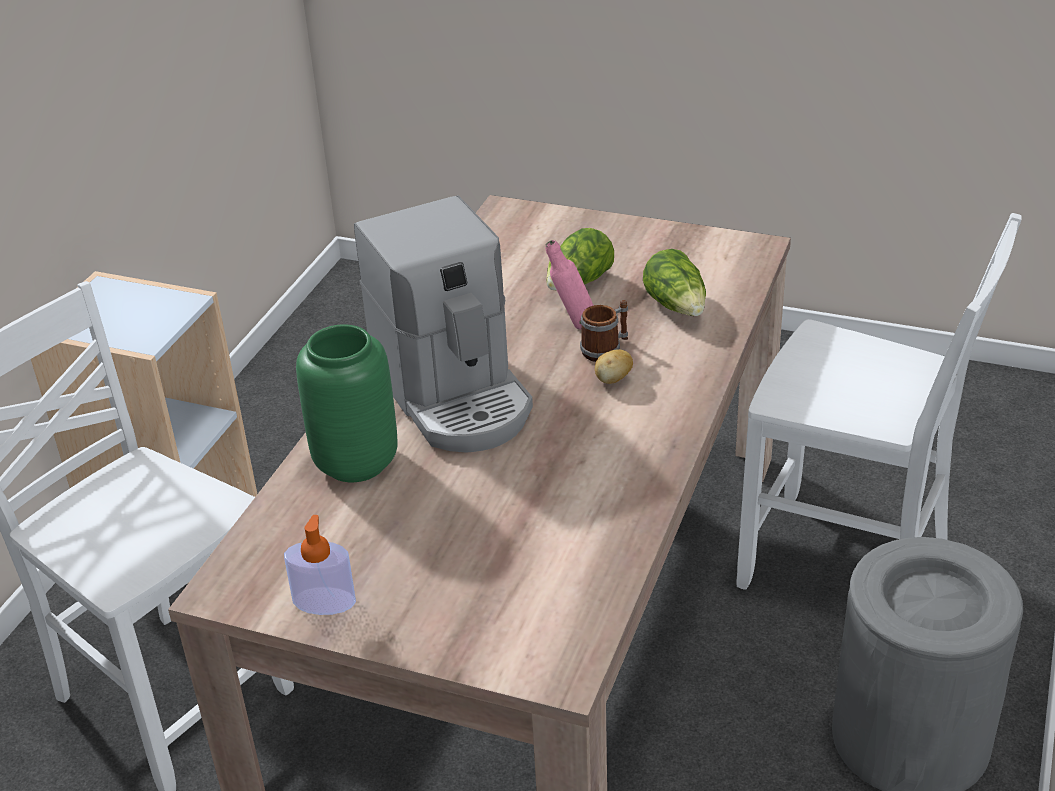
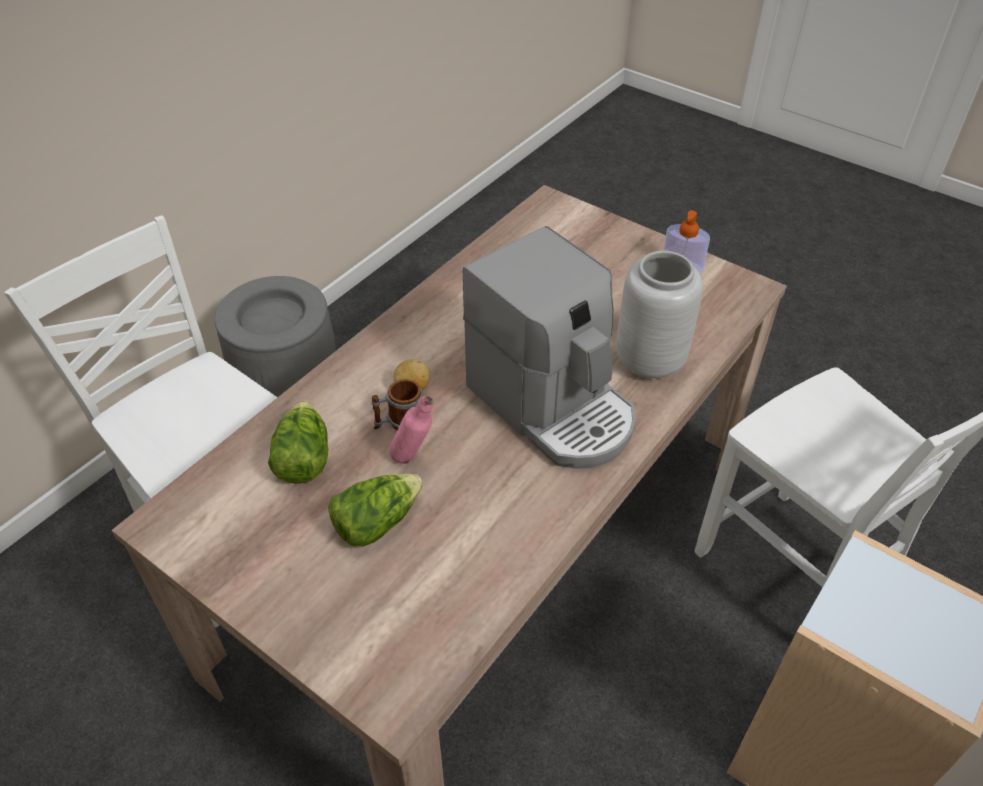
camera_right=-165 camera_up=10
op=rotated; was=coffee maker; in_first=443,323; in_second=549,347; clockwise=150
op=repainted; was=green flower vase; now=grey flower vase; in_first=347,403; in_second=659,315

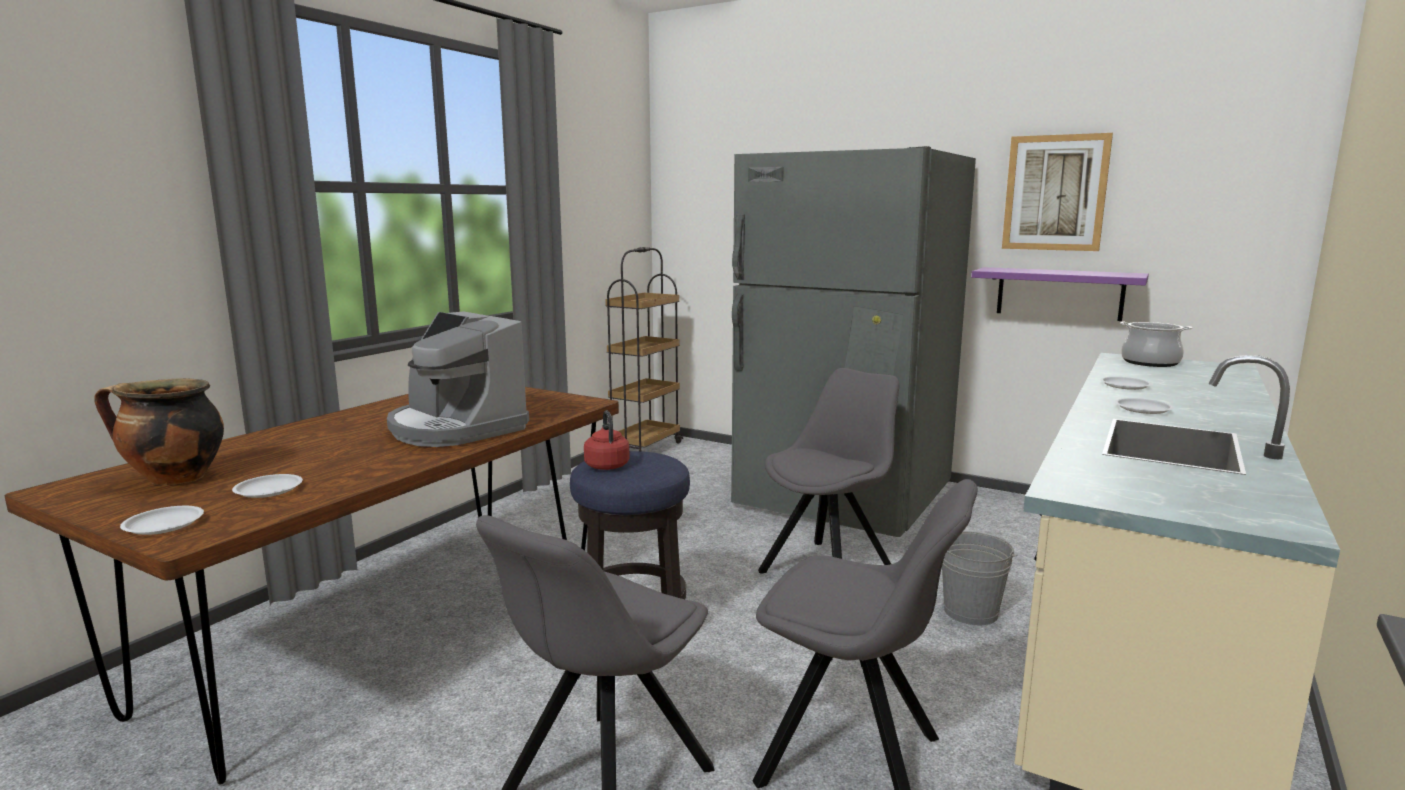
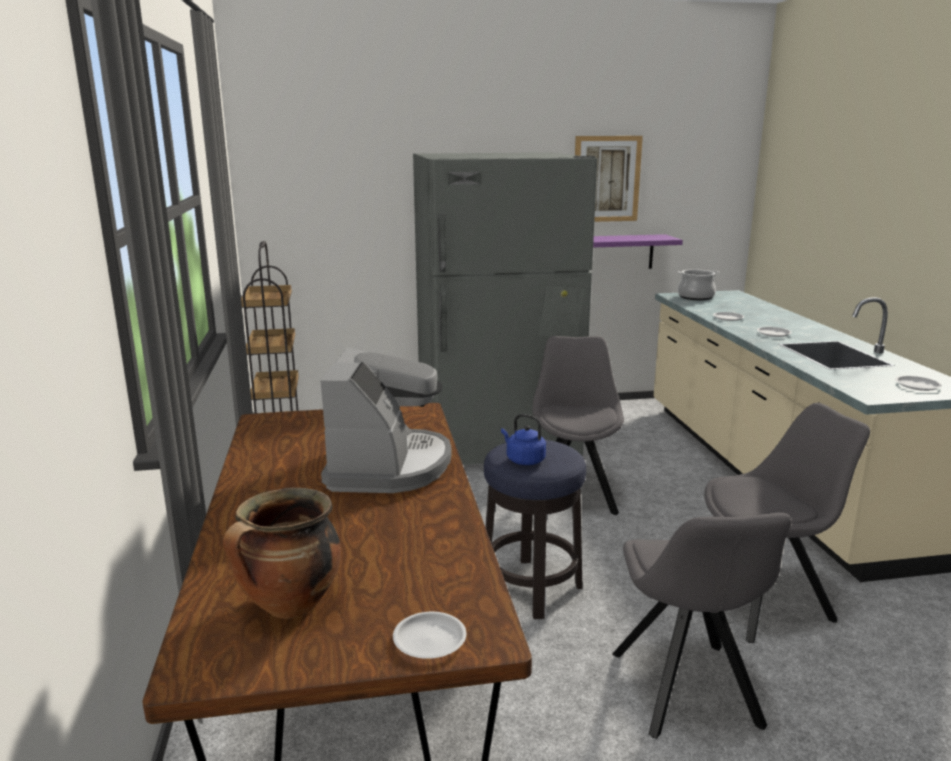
camera_right=-40 camera_up=5
op=rotated; was=coffee maker; in_first=458,379; in_second=386,420; clockwise=-90
op=repainted; was=reddish kettle; now=bluish kettle; in_first=607,440; in_second=523,439
op=shifted; was=white plate; in_first=267,486; in_second=918,383
op=gone; was=grey pail; in_first=980,578

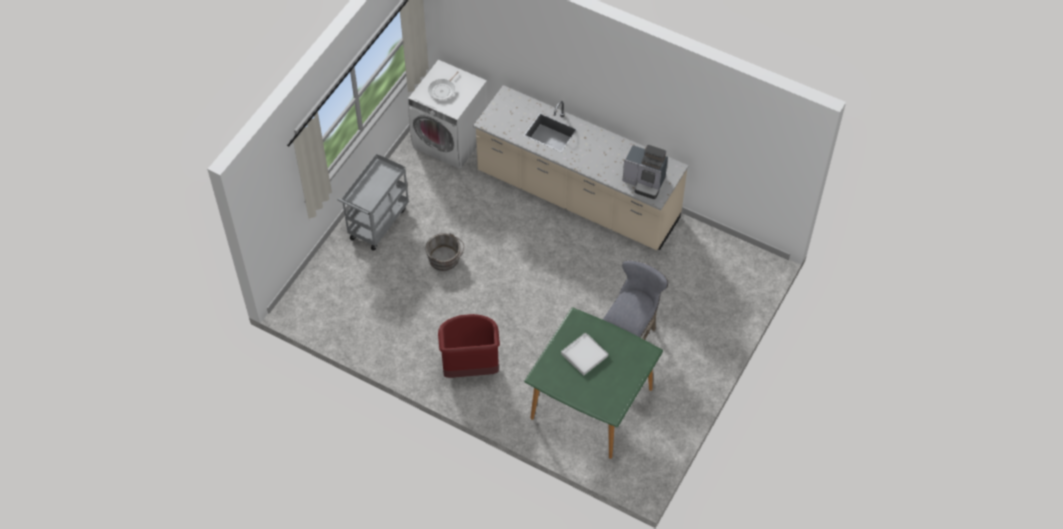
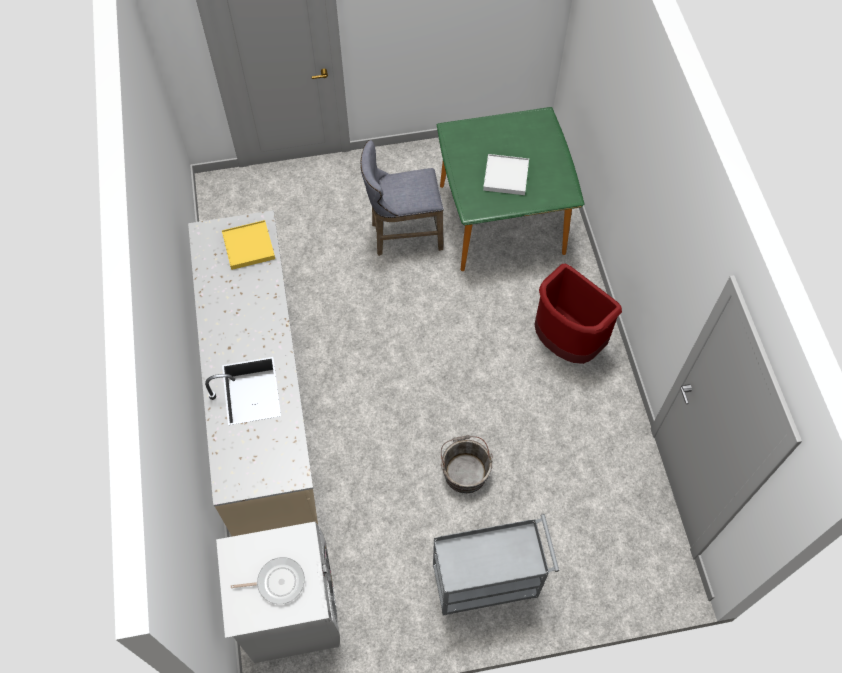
camera_right=-130 camera_up=5
op=swapped; was=coffee maker; now=yellow-coloured tray; in_first=645,172; in_second=248,245

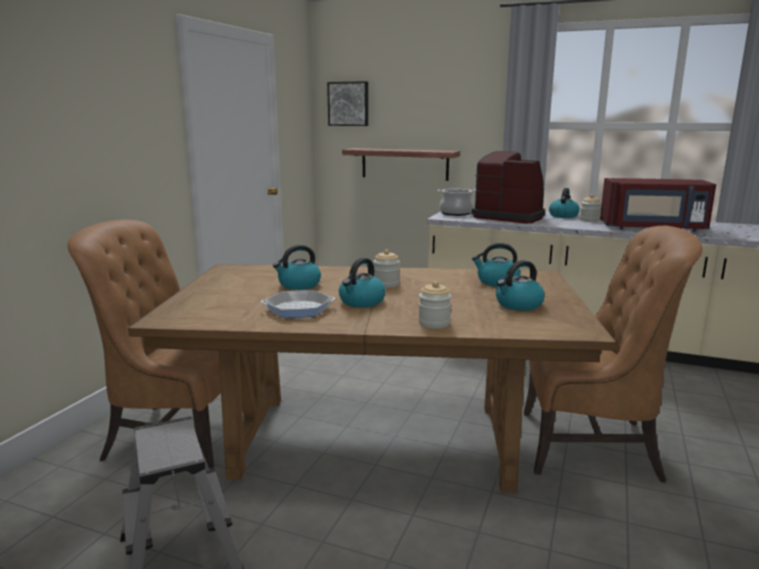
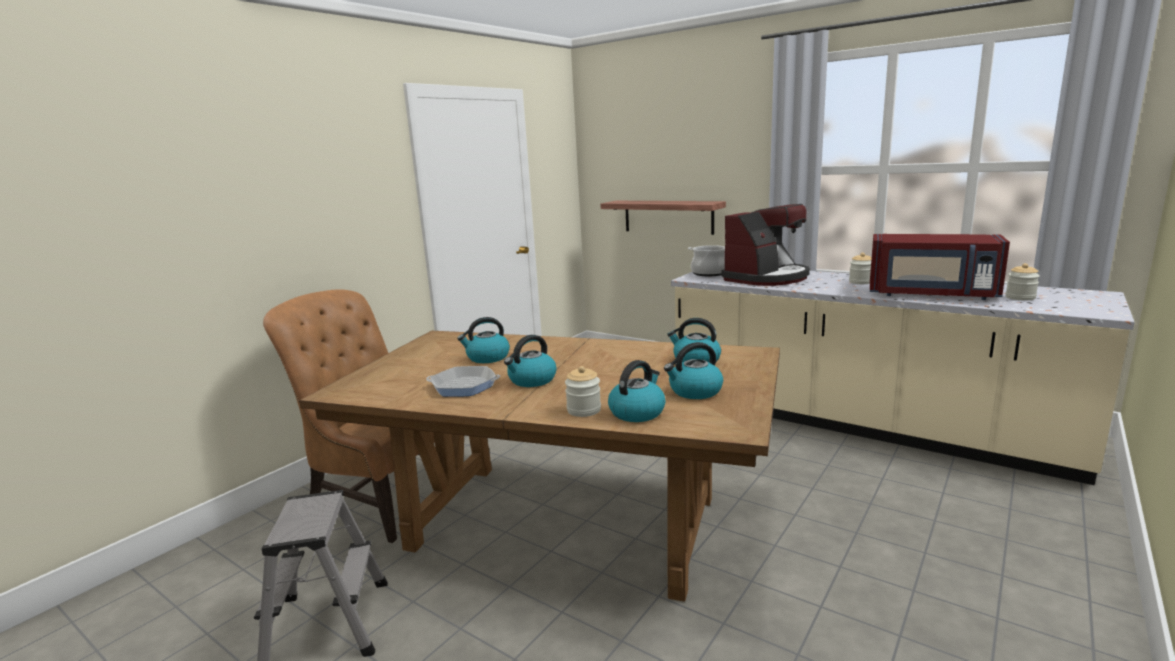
camera_right=15 camera_up=0
op=gone; was=wall art; in_first=347,103
op=rotated; was=coffee maker; in_first=508,187; in_second=766,245; clockwise=90
op=shifted; was=kettle; in_first=564,203; in_second=636,391
op=gone; was=brown plain chair; in_first=613,354
op=shifted; was=storage jar; in_first=386,269; in_second=1023,282

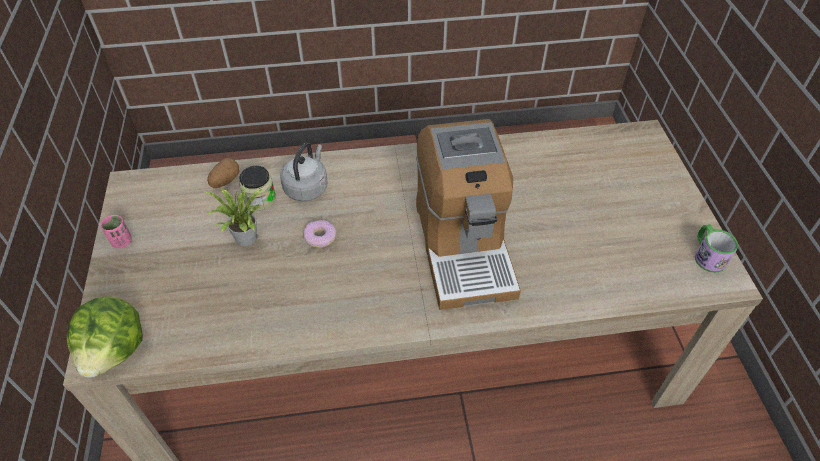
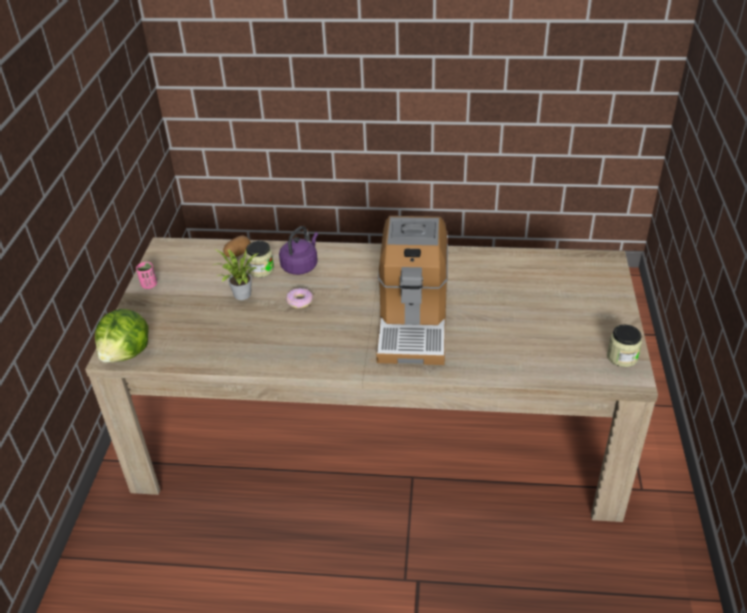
camera_right=15 camera_up=-10
op=repainted; was=grey kettle; now=purple kettle; in_first=304,171; in_second=298,250
op=swapped; was=tea mug; now=storage jar; in_first=716,248; in_second=624,346

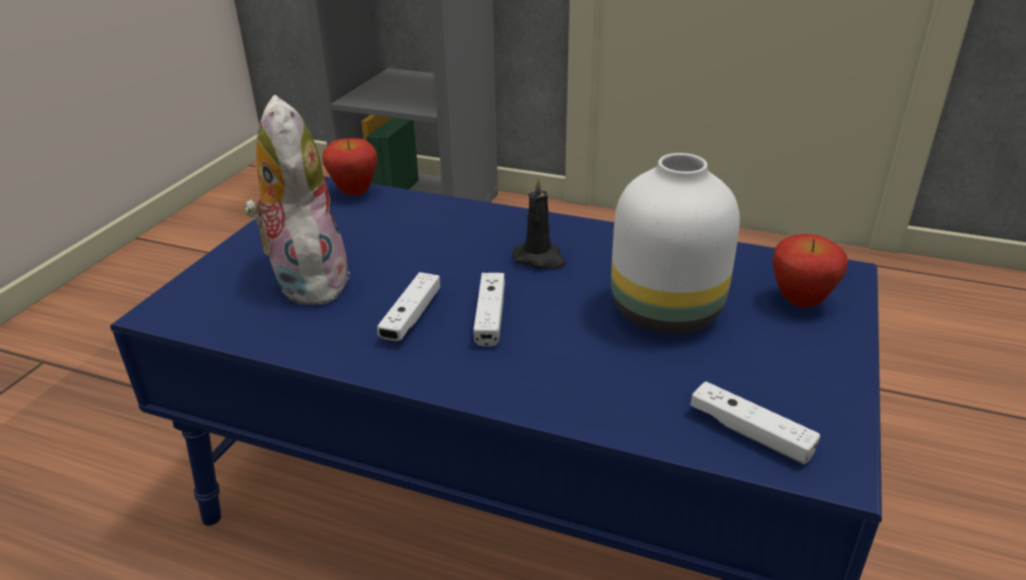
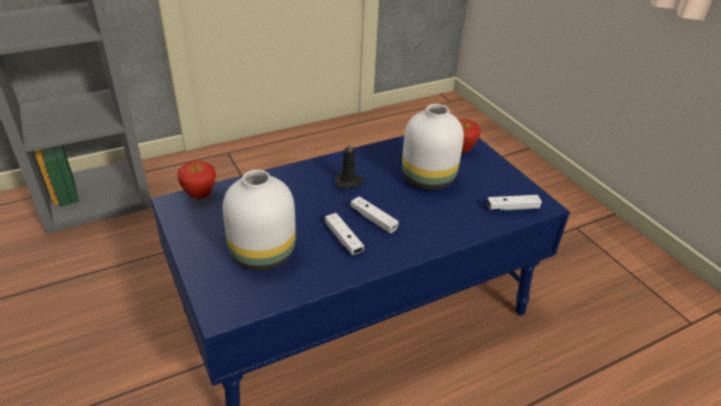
camera_right=-50 camera_up=5
op=swapped; was=cuddly toy; now=white flower vase; in_first=298,200; in_second=259,220

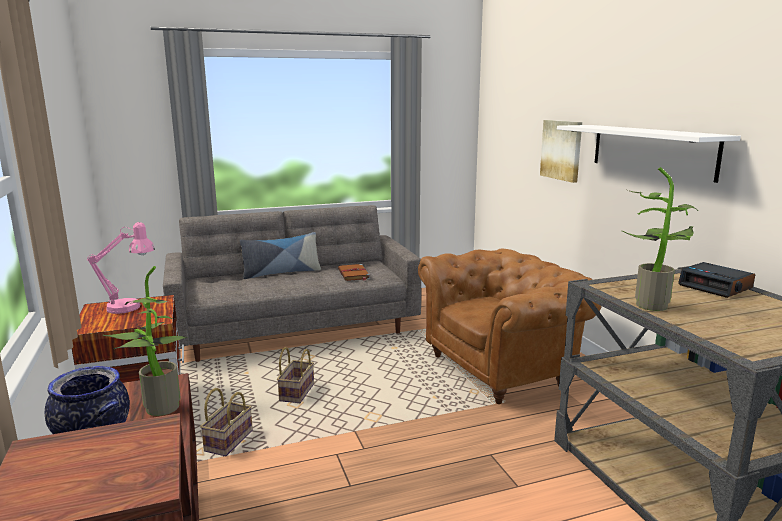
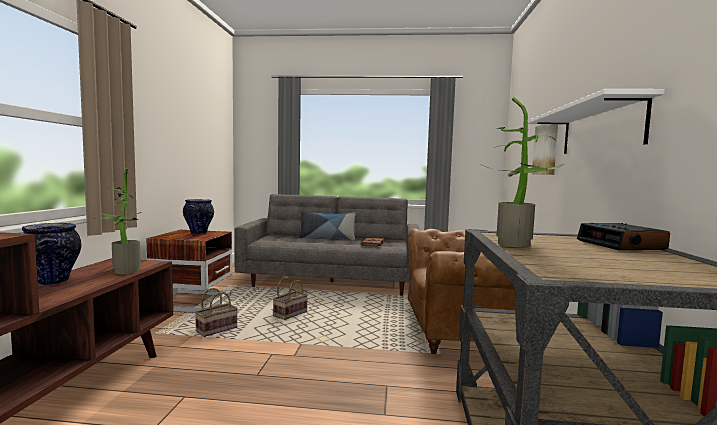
camera_right=25 camera_up=-10
op=swapped; was=pinkish tabletop lamp; now=flower vase; in_first=121,268; in_second=198,216

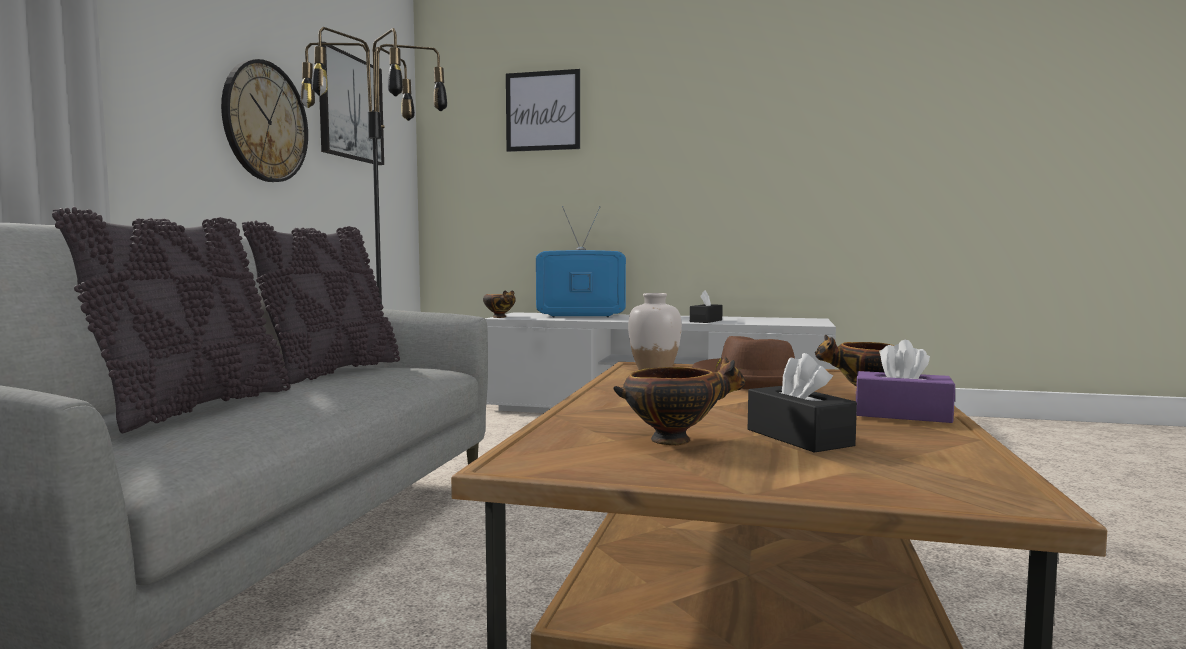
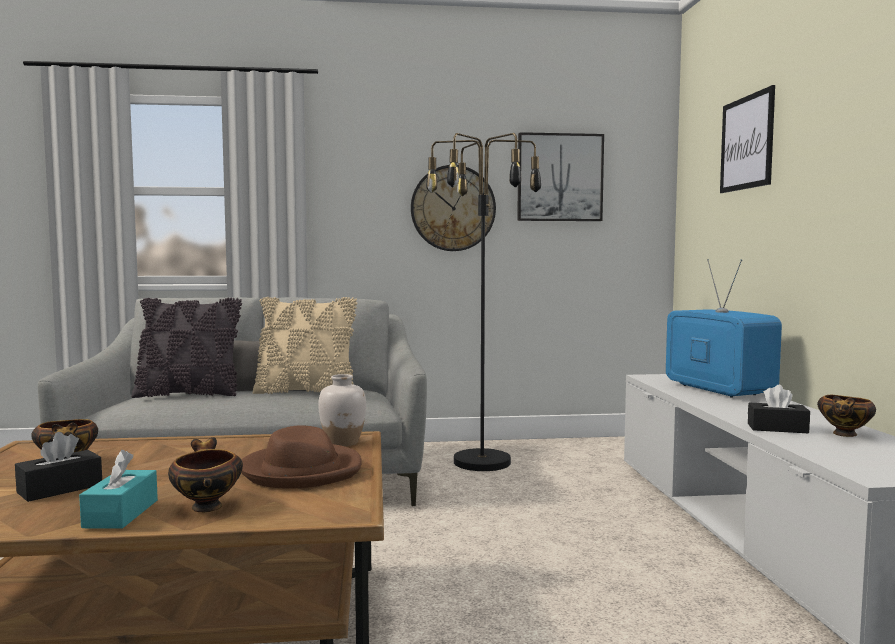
camera_right=70 camera_up=0
op=repainted; was=black cushion; now=beige cushion; in_first=321,302; in_second=305,345
op=shifted; was=deep dish; in_first=499,304; in_second=846,416
op=repainted; was=purple tissue holder; now=blue-green tissue holder; in_first=905,381; in_second=118,489

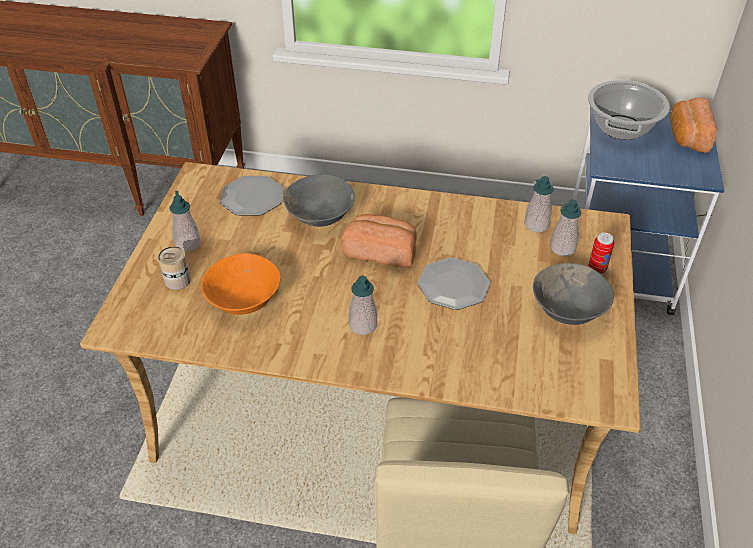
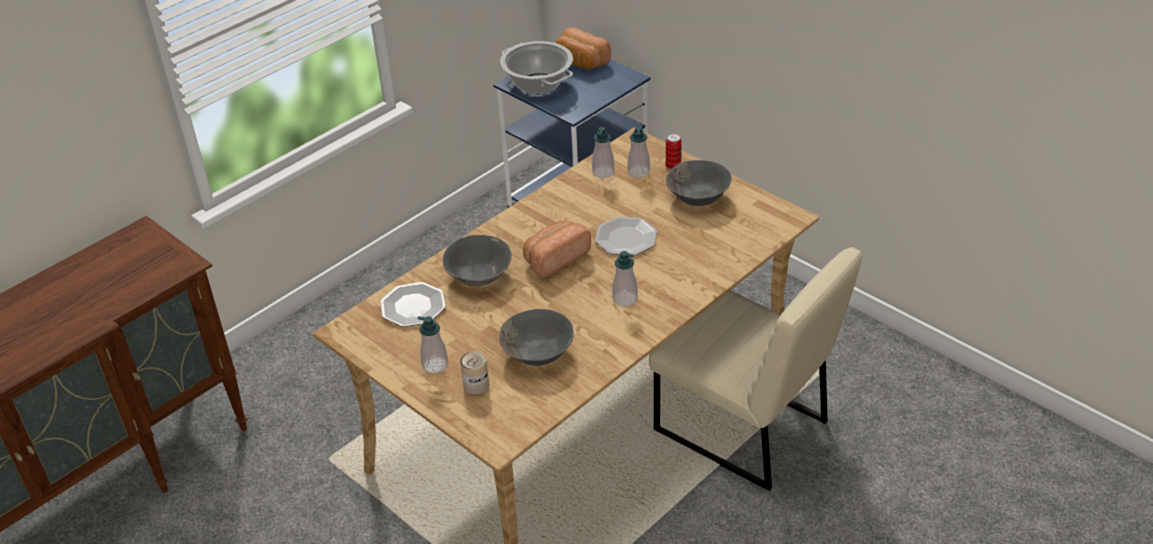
camera_right=-55 camera_up=-5
op=repainted; was=orangey deep dish; now=grey deep dish; in_first=241,284; in_second=536,337

